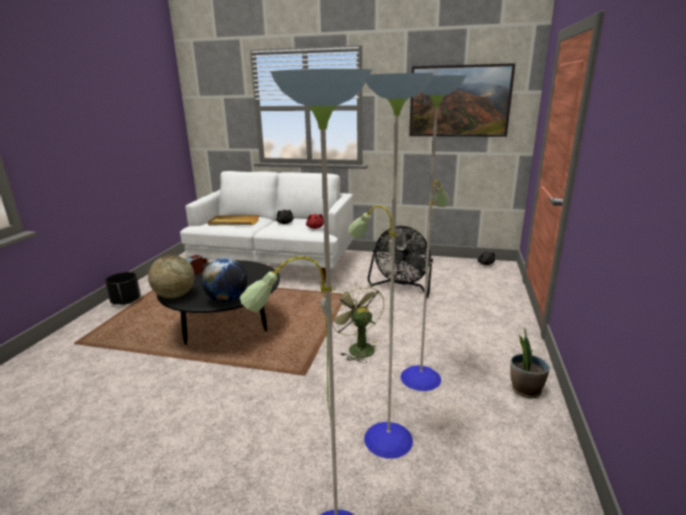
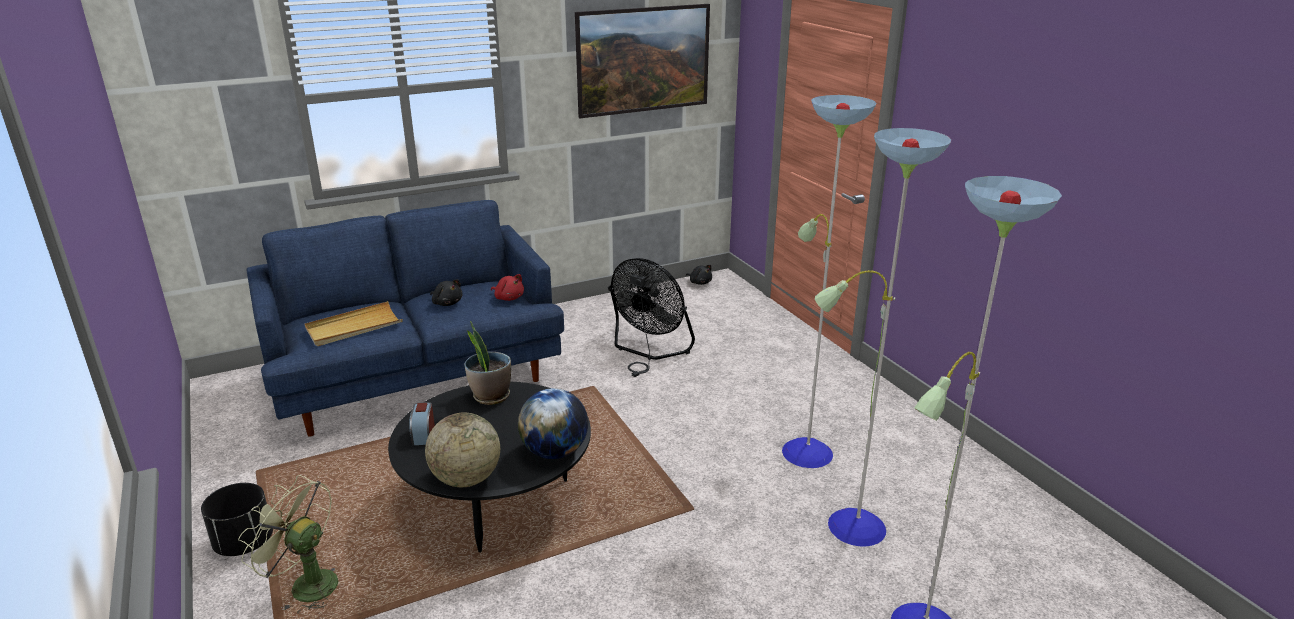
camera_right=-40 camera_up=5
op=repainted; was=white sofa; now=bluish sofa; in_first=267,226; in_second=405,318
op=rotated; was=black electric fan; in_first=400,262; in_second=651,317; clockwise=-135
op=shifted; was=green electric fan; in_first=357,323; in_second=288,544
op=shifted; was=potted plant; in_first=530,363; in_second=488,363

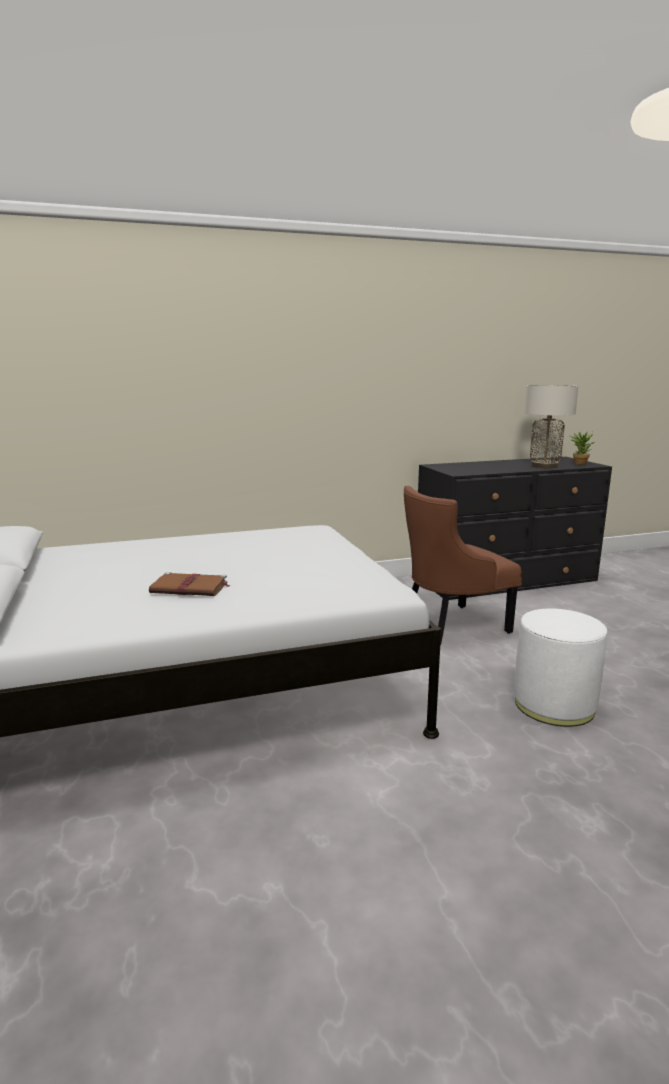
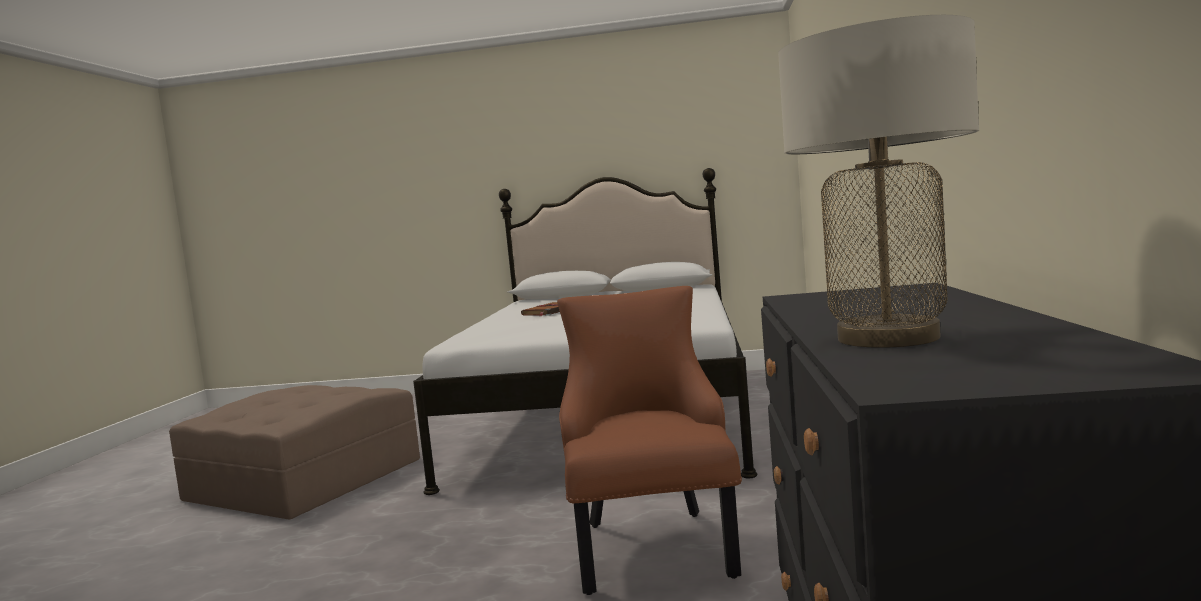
camera_right=115 camera_up=-10
op=gone; was=potted plant; in_first=582,448
op=gone; was=white pouffe; in_first=560,668
op=new; now=brown pouffe; in_second=294,452

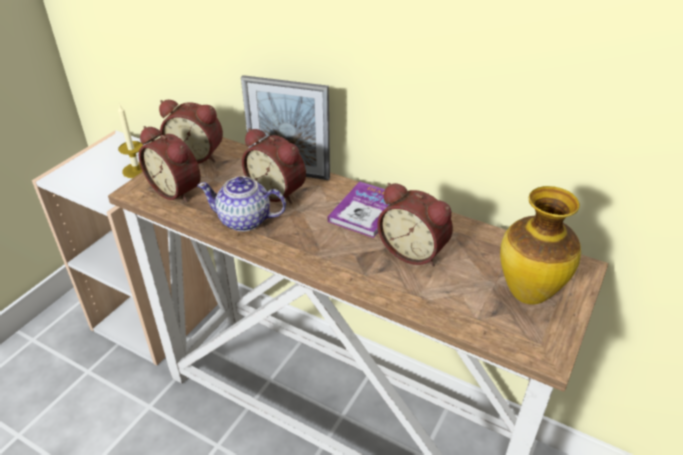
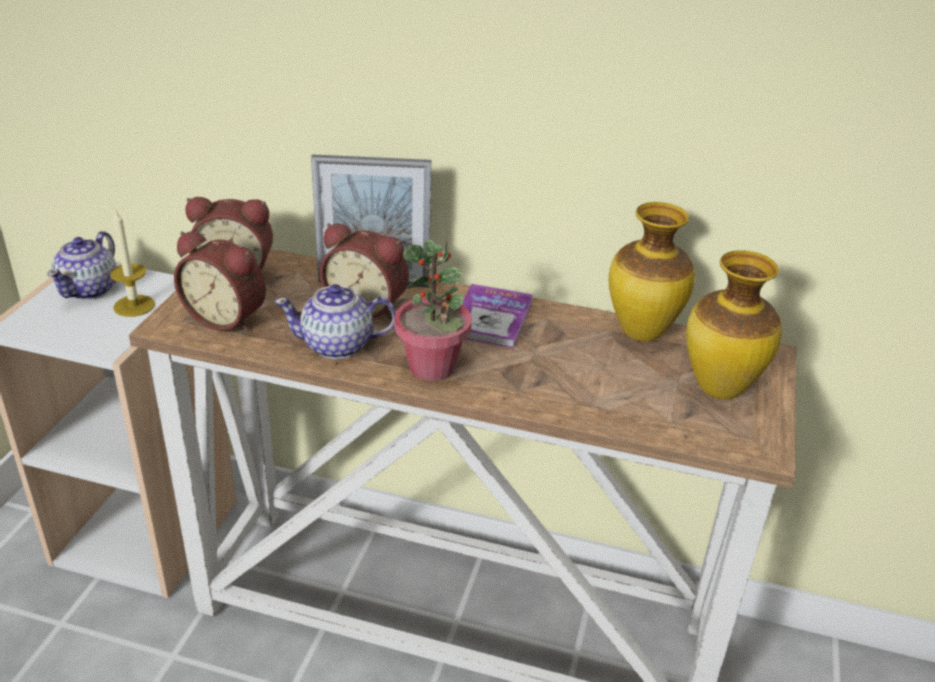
camera_right=-15 camera_up=-5
op=gone; was=alarm clock; in_first=415,224
op=new; now=flower vase; in_second=652,272
op=new; now=teapot; in_second=82,265
op=new; now=potted plant; in_second=433,310

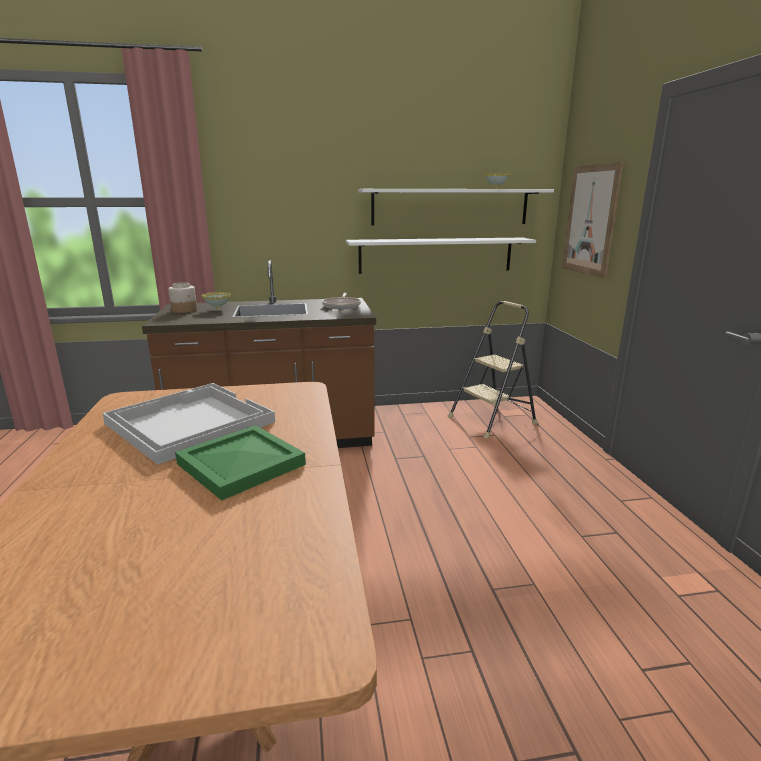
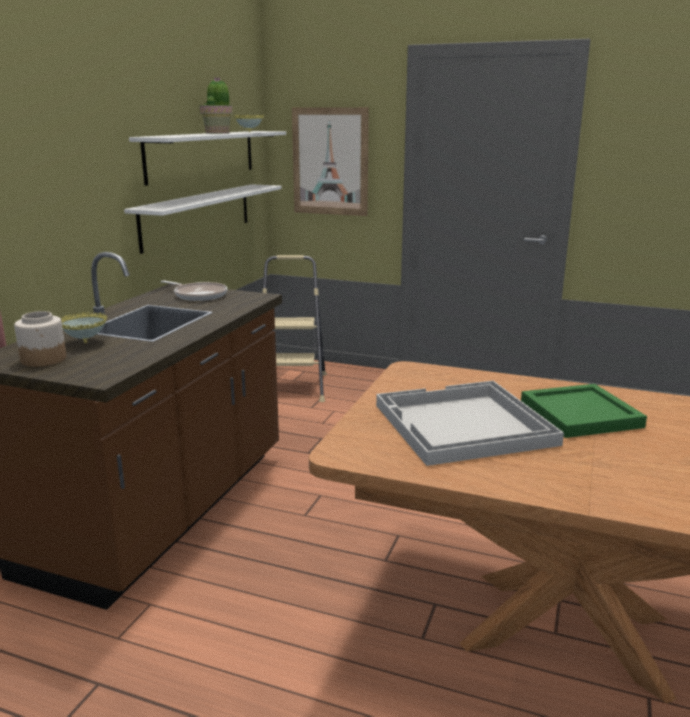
camera_right=-60 camera_up=0
op=new; now=potted plant; in_second=216,105

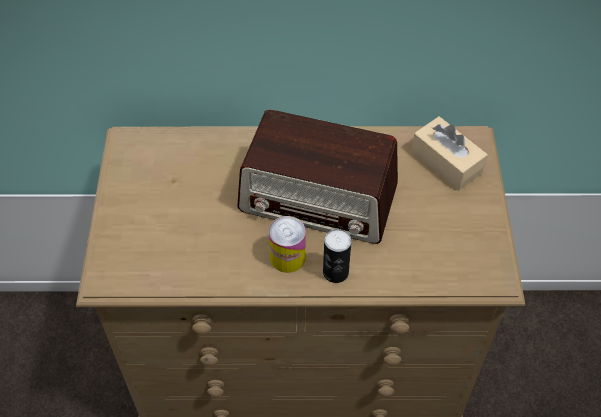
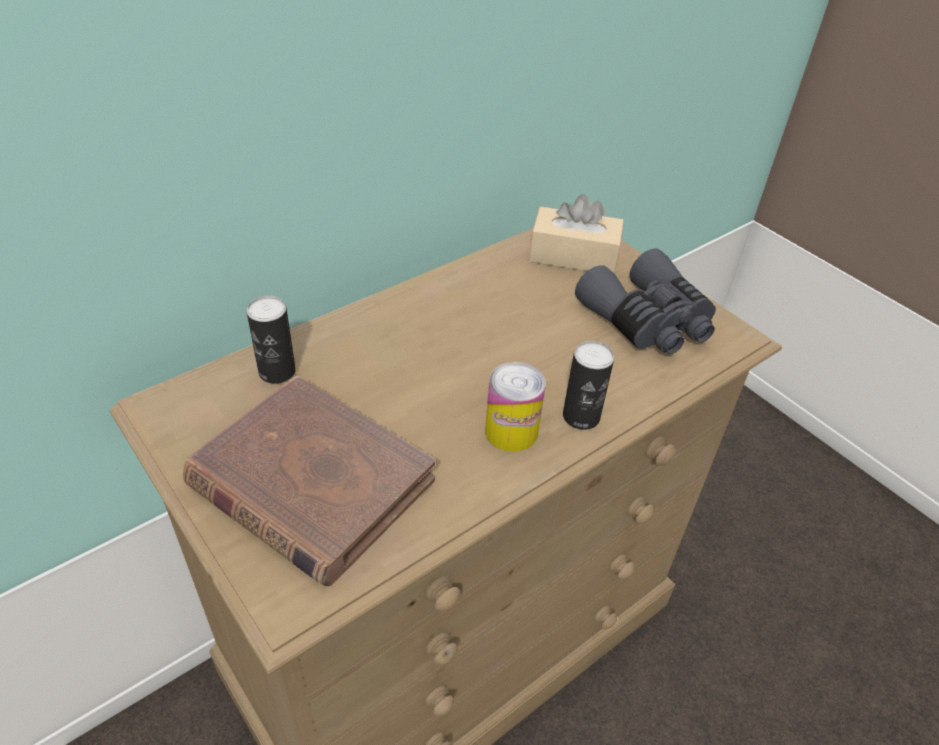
camera_right=-40 camera_up=-10
op=gone; was=radio; in_first=317,176
op=new; now=grey pair of binoculars; in_second=645,301
op=new; now=metal can; in_second=271,340
op=new; now=brown book; in_second=309,481

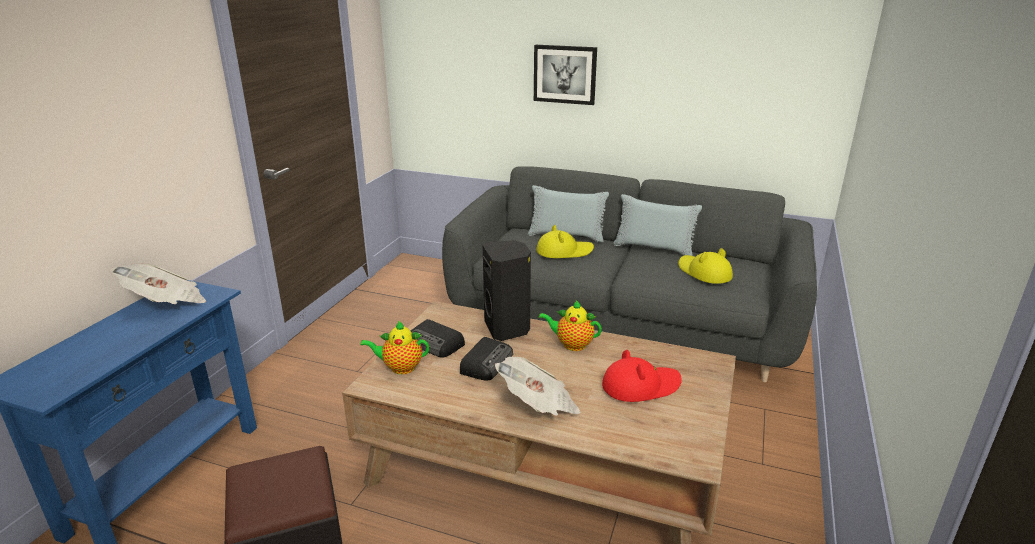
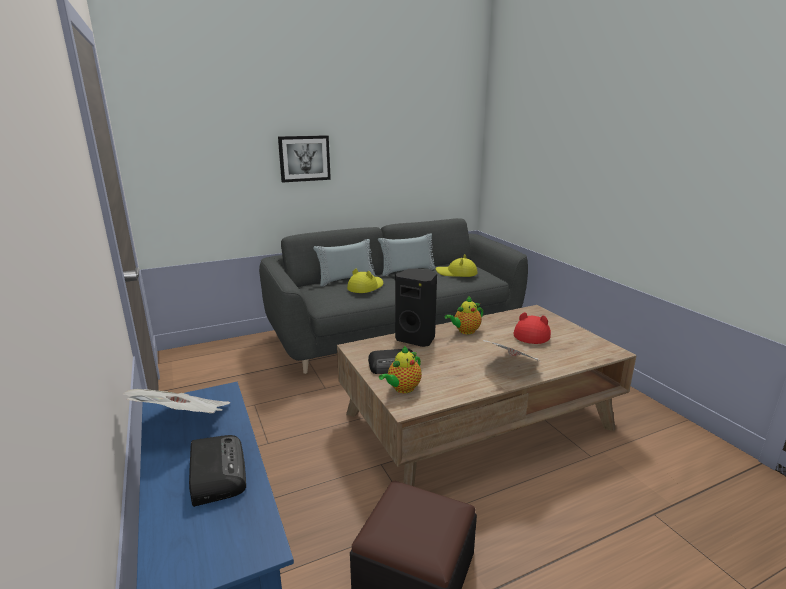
camera_right=-45 camera_up=-5
op=shifted; was=radio; in_first=486,359; in_second=217,471

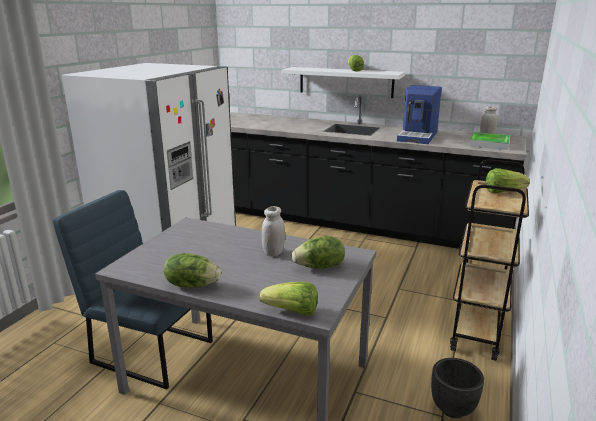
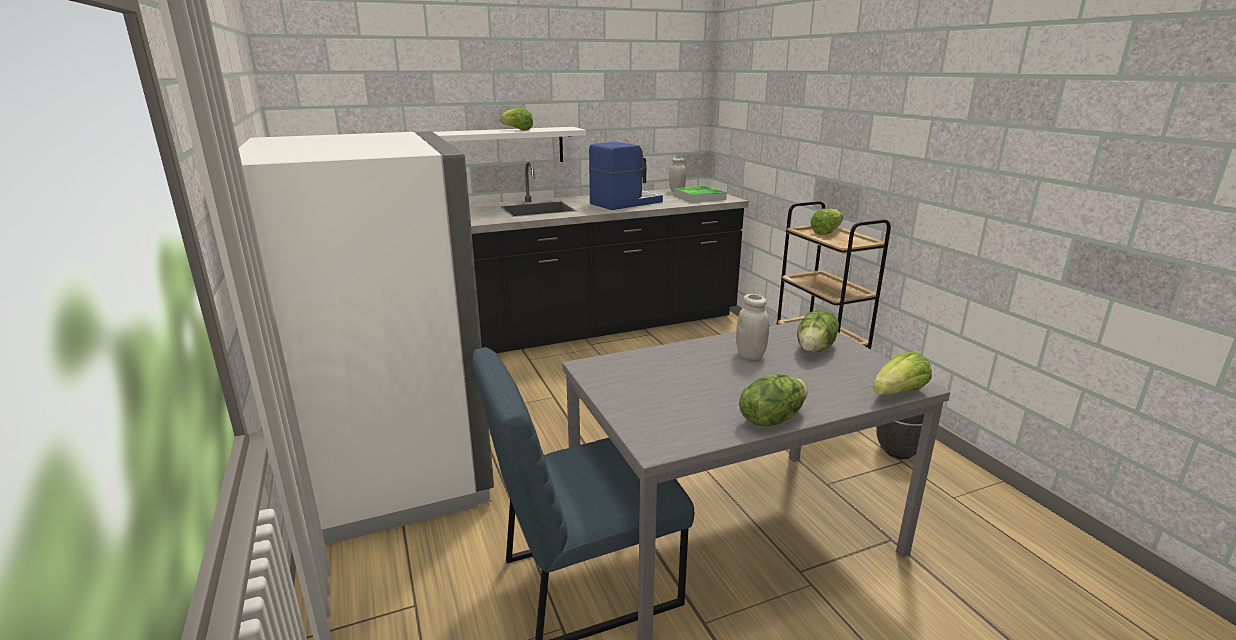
camera_right=-45 camera_up=0
op=rotated; was=coffee maker; in_first=419,114; in_second=626,176; clockwise=-105

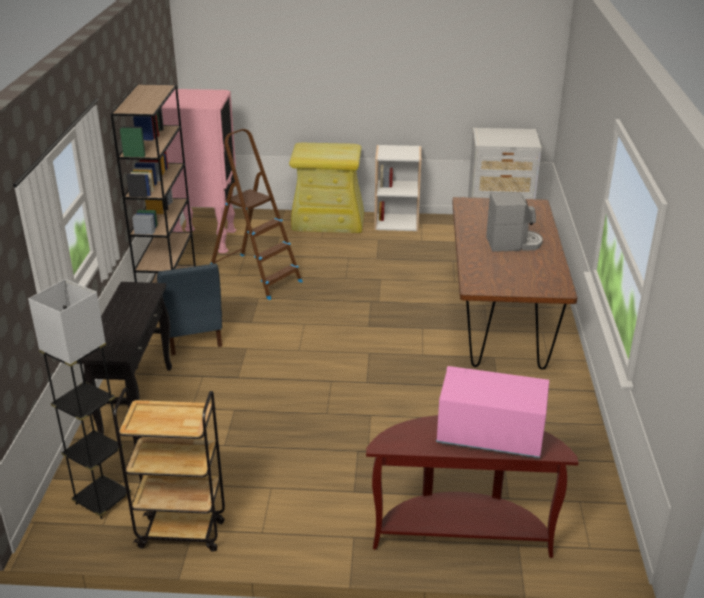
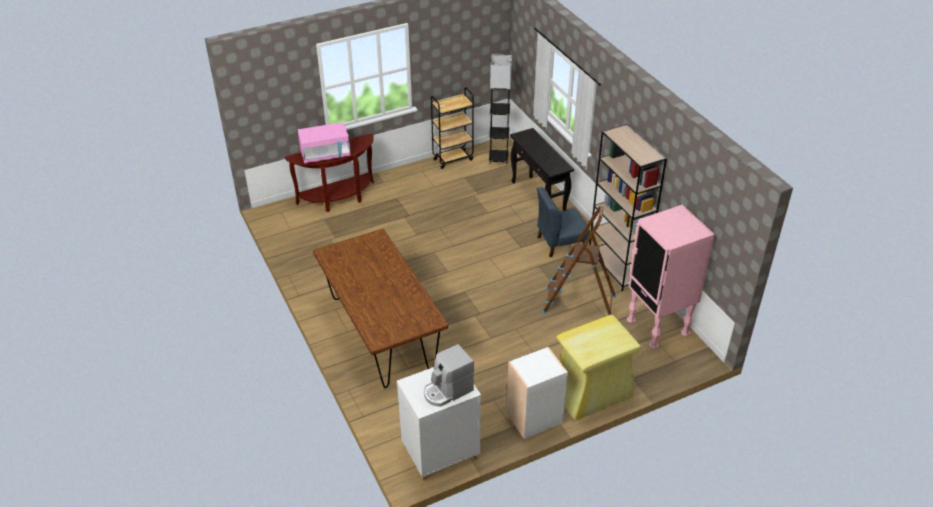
camera_right=150 camera_up=10
op=shifted; was=coffee maker; in_first=514,222; in_second=449,375
op=rotated; was=bluish plain chair; in_first=189,309; in_second=563,222; clockwise=-60

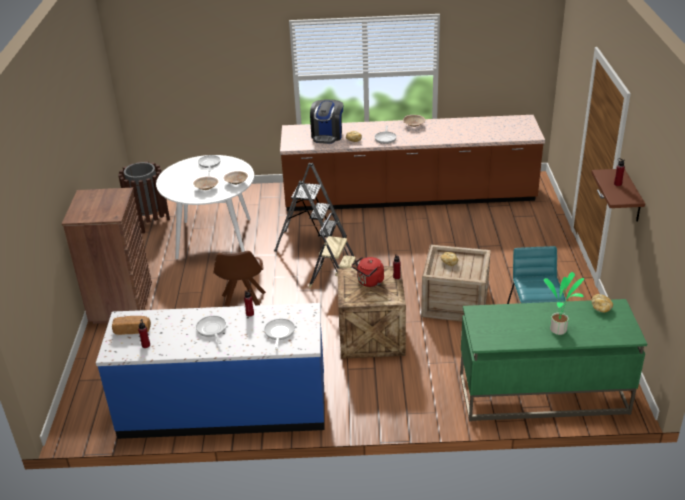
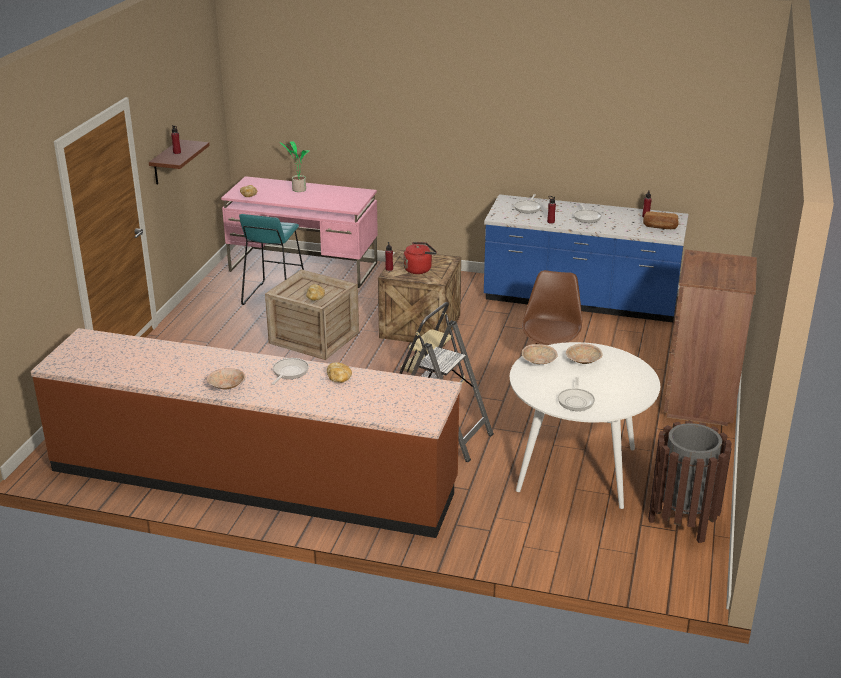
camera_right=-165 camera_up=-5
op=gone; was=coffee maker; in_first=326,121
op=repainted; was=green desk; now=pinkish desk; in_first=553,360; in_second=299,232

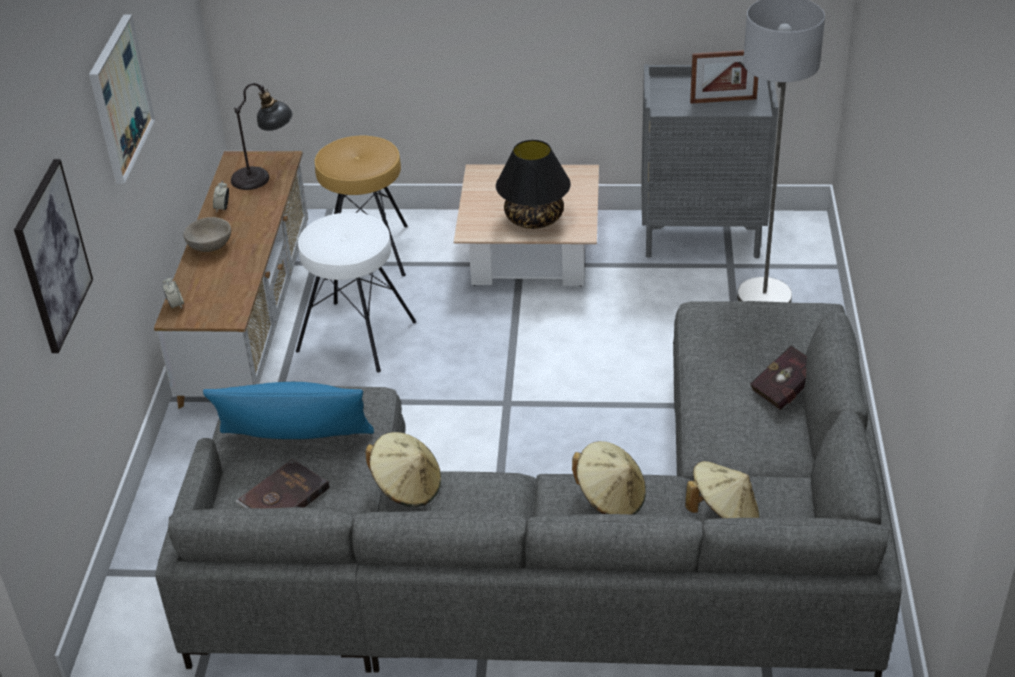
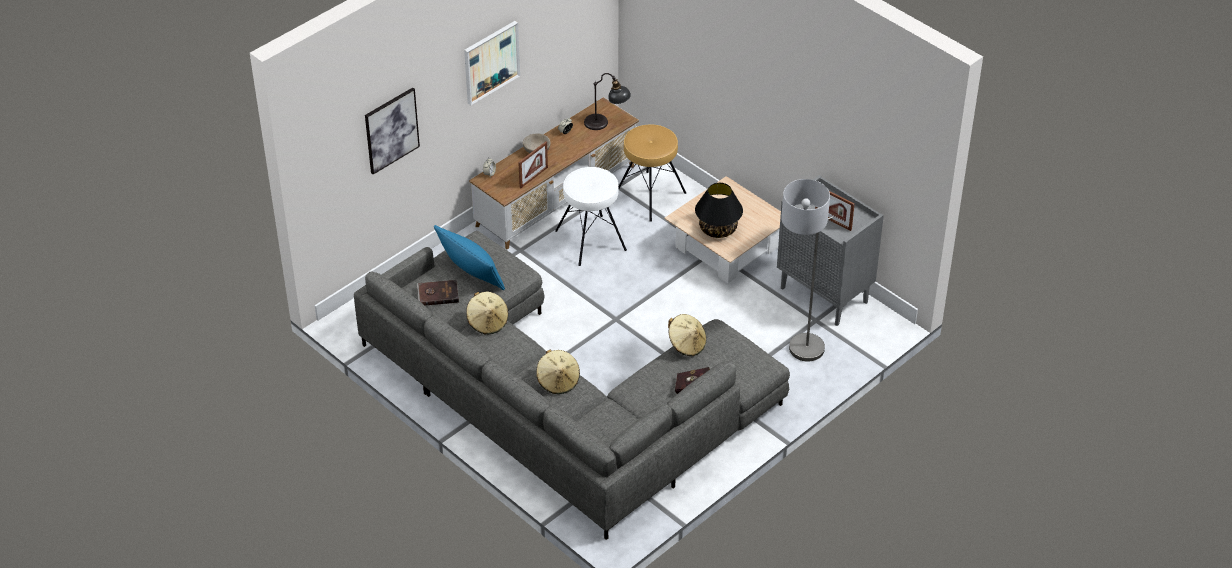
camera_right=40 camera_up=5
op=shifted; was=beige hat; in_first=722,489; in_second=687,335
op=new; now=photo frame; in_second=533,165

